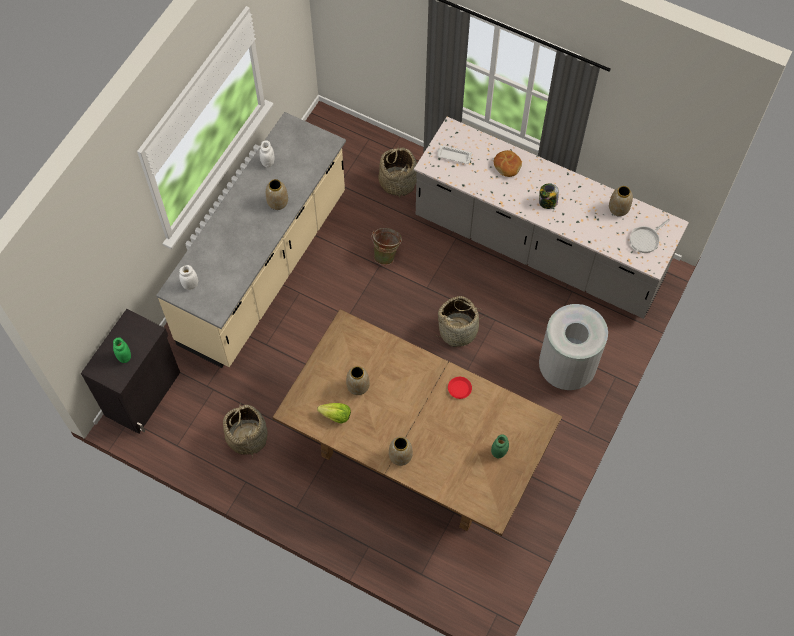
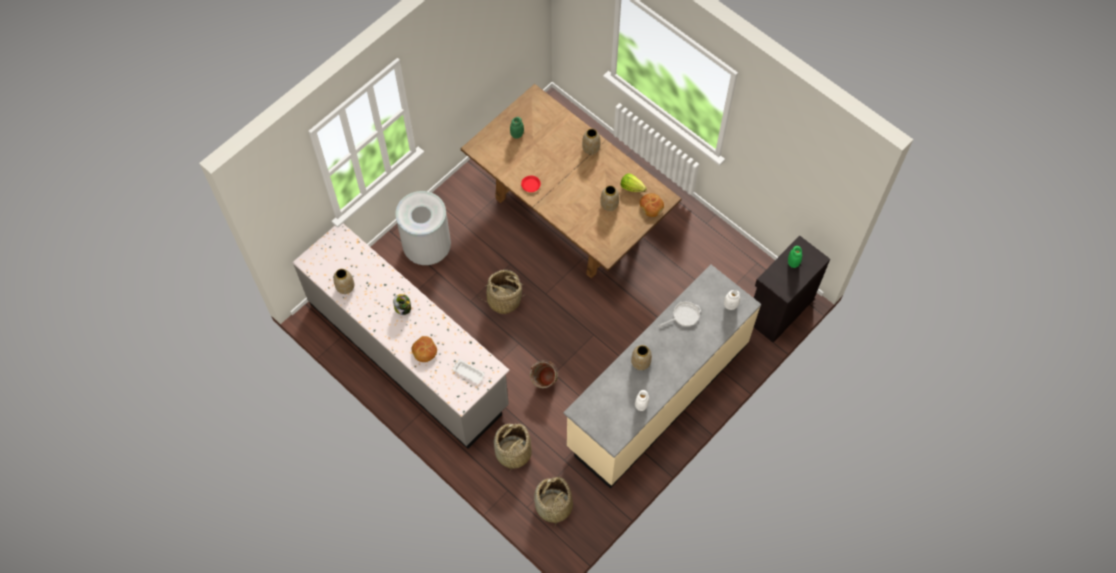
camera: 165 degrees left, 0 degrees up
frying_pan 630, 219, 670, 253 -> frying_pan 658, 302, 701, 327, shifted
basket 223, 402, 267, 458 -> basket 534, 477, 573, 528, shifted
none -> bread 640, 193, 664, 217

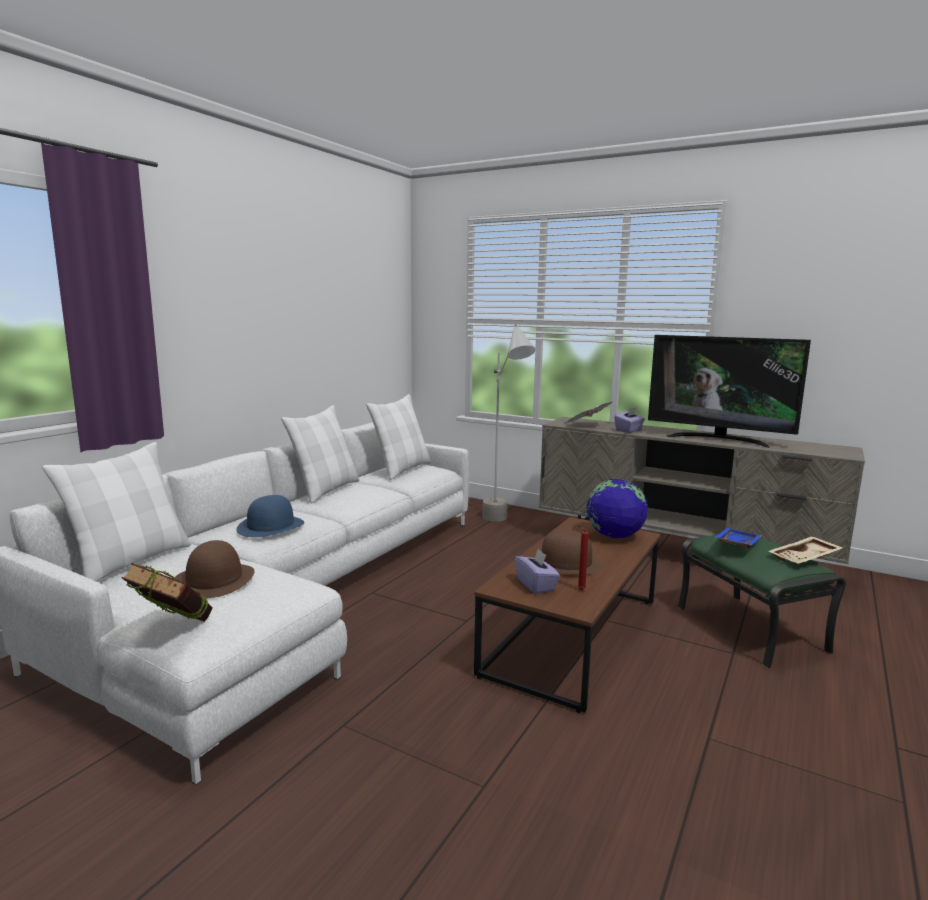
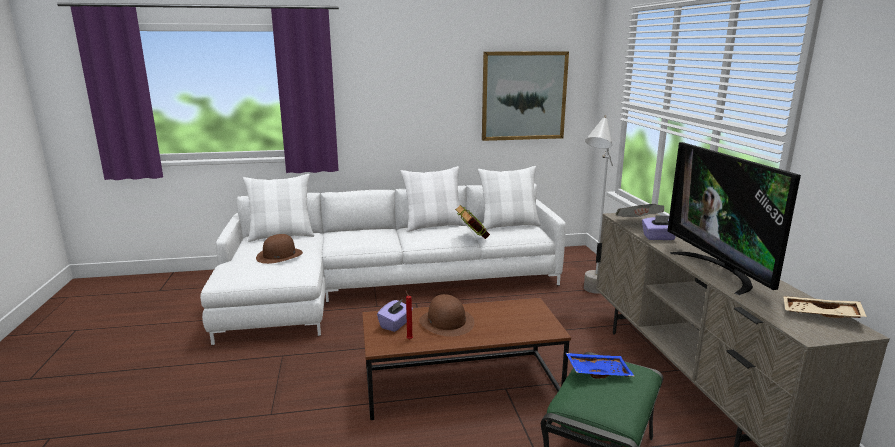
camera: 50 degrees right, 5 degrees up
world_globe 587, 479, 648, 538 -> none
blue_wearable_hat 236, 495, 304, 537 -> none
sand-coloured_carrying_tray 768, 536, 843, 564 -> sand-coloured_carrying_tray 783, 296, 867, 318, shifted
volume 122, 563, 213, 622 -> volume 455, 205, 490, 239, shifted
none -> picture 482, 51, 569, 141

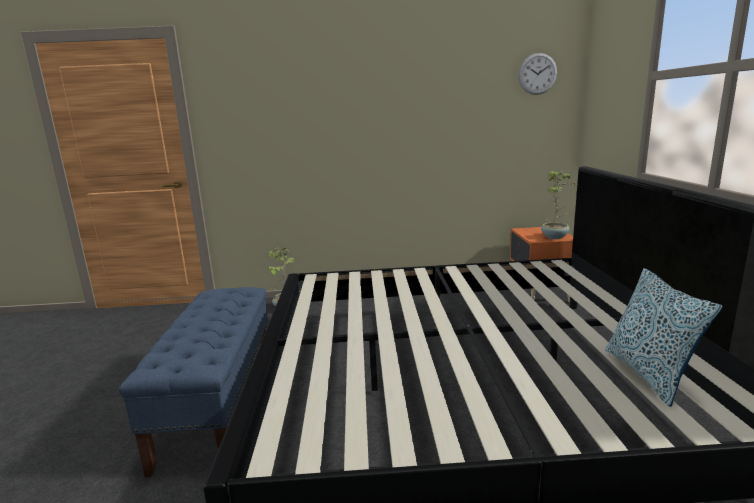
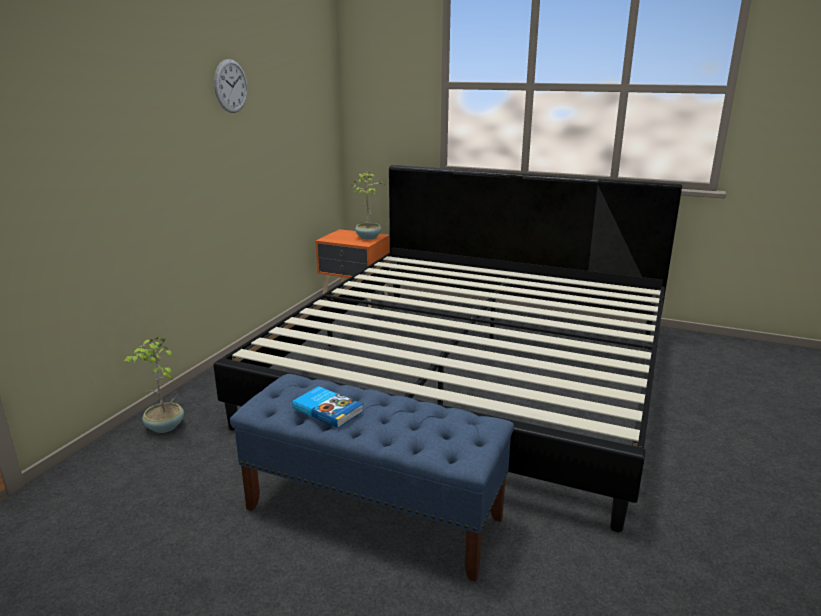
camera: 65 degrees left, 5 degrees up
wall_clock 518, 53, 557, 95 -> wall_clock 214, 59, 248, 113, shifted
throw_pillow 605, 268, 723, 407 -> none
none -> volume 292, 386, 363, 428

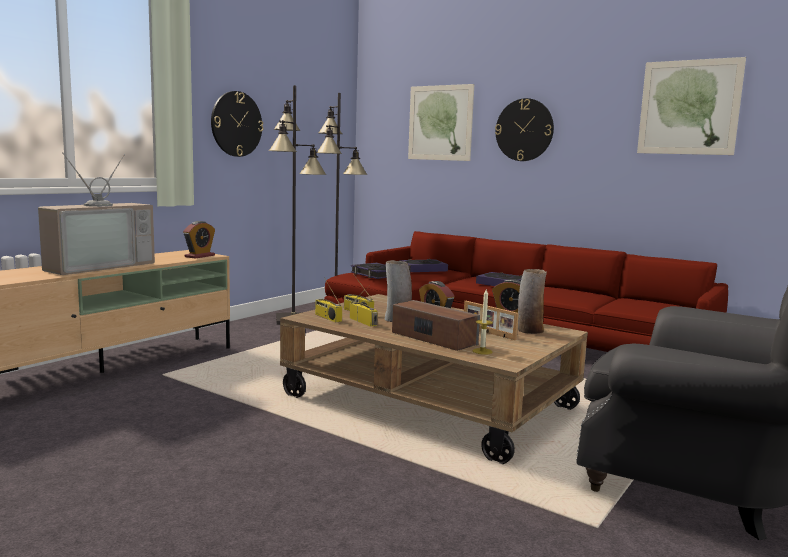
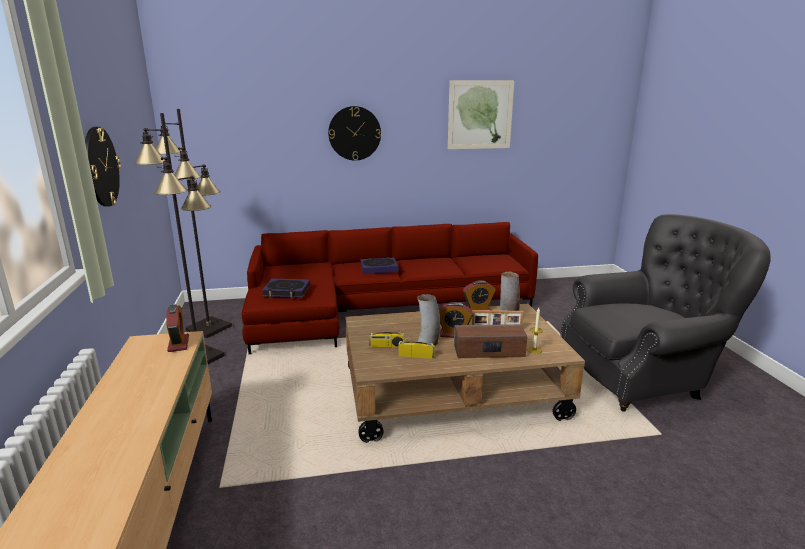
camera: 45 degrees left, 10 degrees up
picture 408, 84, 474, 161 -> none
TV 38, 152, 155, 275 -> none
volume 400, 259, 448, 272 -> none
radio_set 315, 277, 342, 323 -> none

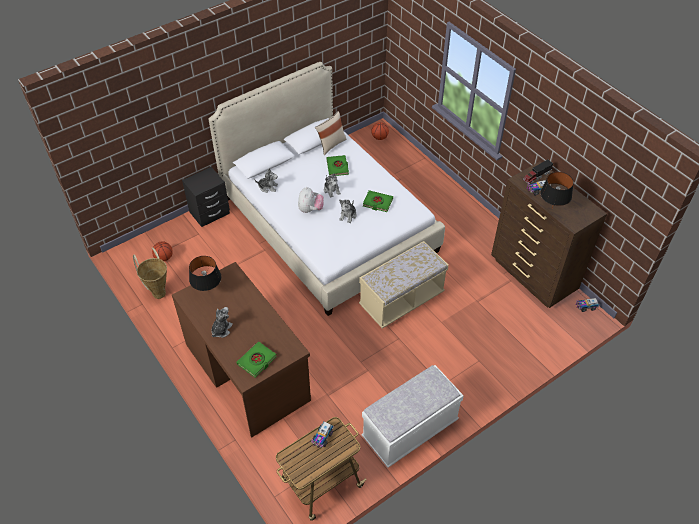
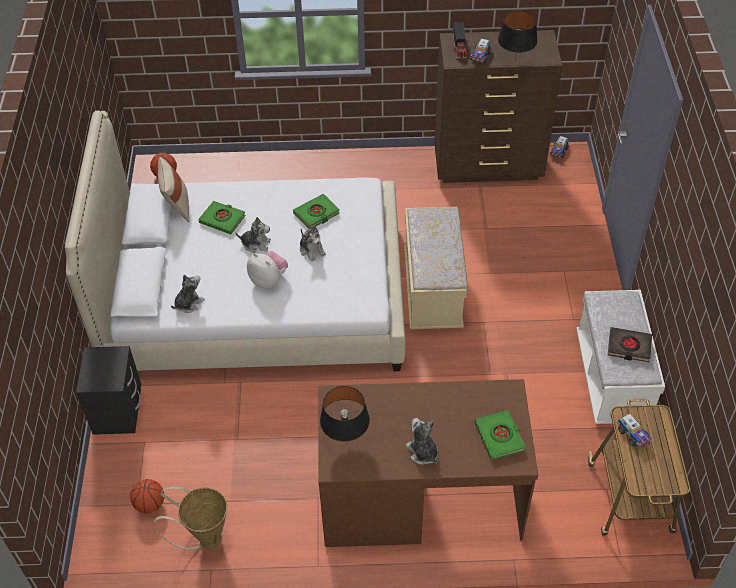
camera: 55 degrees left, 0 degrees up
none -> black-coloured_volume 608, 327, 652, 362

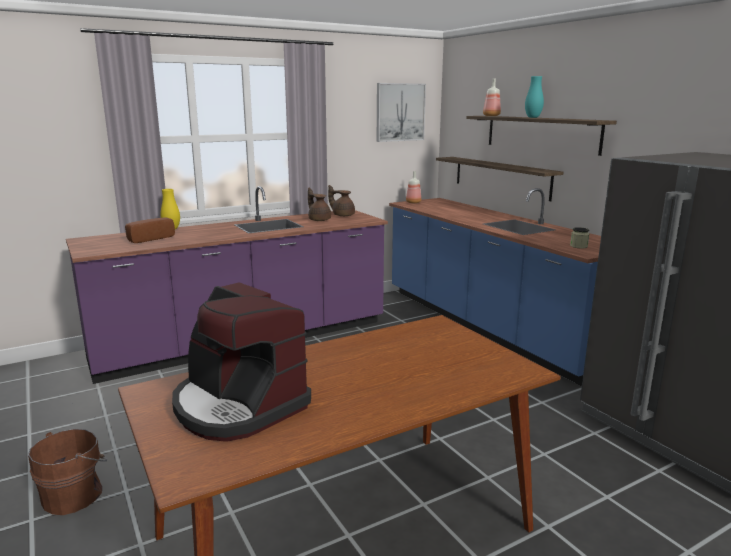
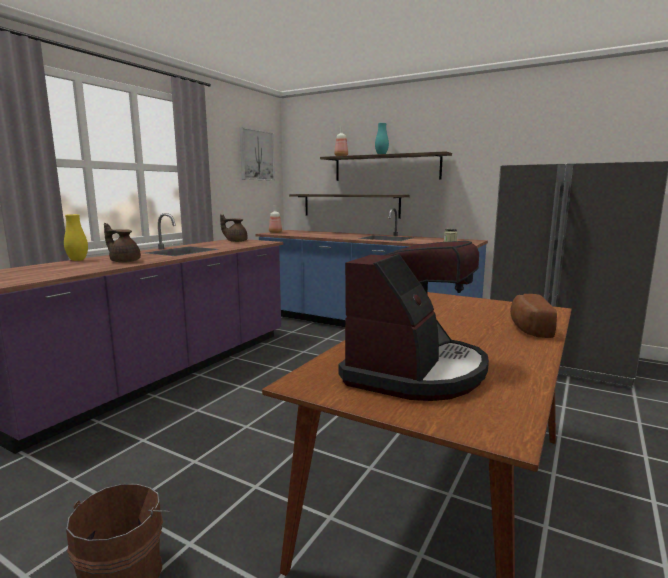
camera: 30 degrees left, 5 degrees down
brownish_teapot 308, 187, 331, 221 -> brownish_teapot 104, 223, 141, 263, shifted
bread 125, 217, 175, 243 -> bread 510, 294, 557, 338, shifted
coffee_brewer 172, 282, 311, 442 -> coffee_brewer 338, 241, 489, 401, 75 degrees counterclockwise

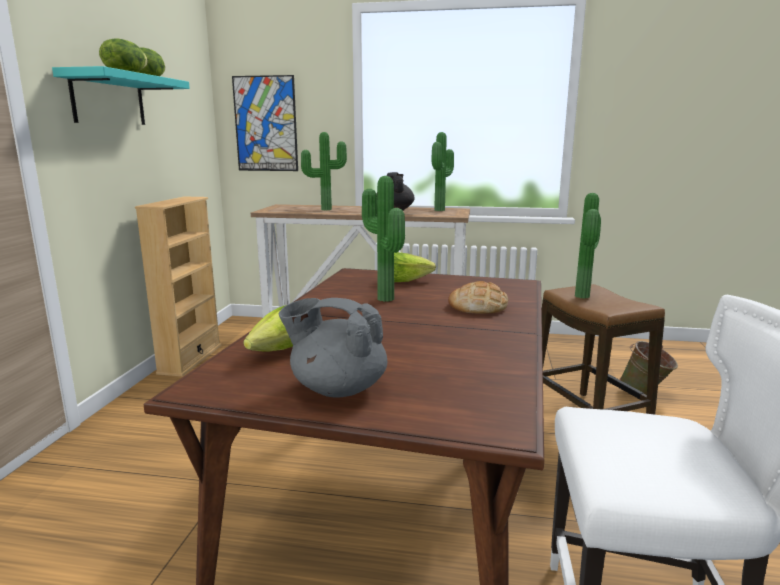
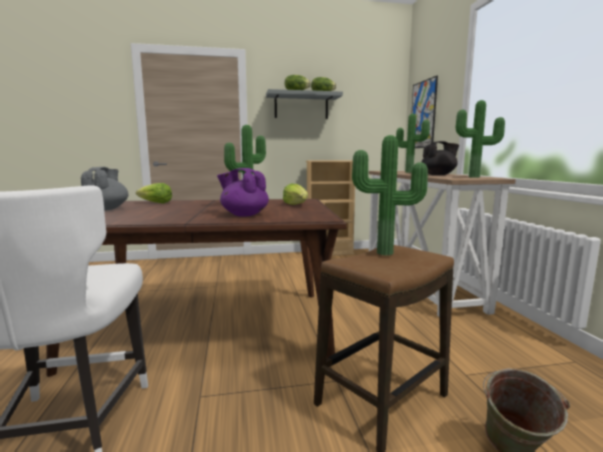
camera: 70 degrees right, 5 degrees down
blue-green_bracket_shelf 52, 66, 190, 125 -> gray_bracket_shelf 266, 89, 343, 119
bread 448, 281, 508, 314 -> purple-coloured_teapot 217, 168, 269, 217

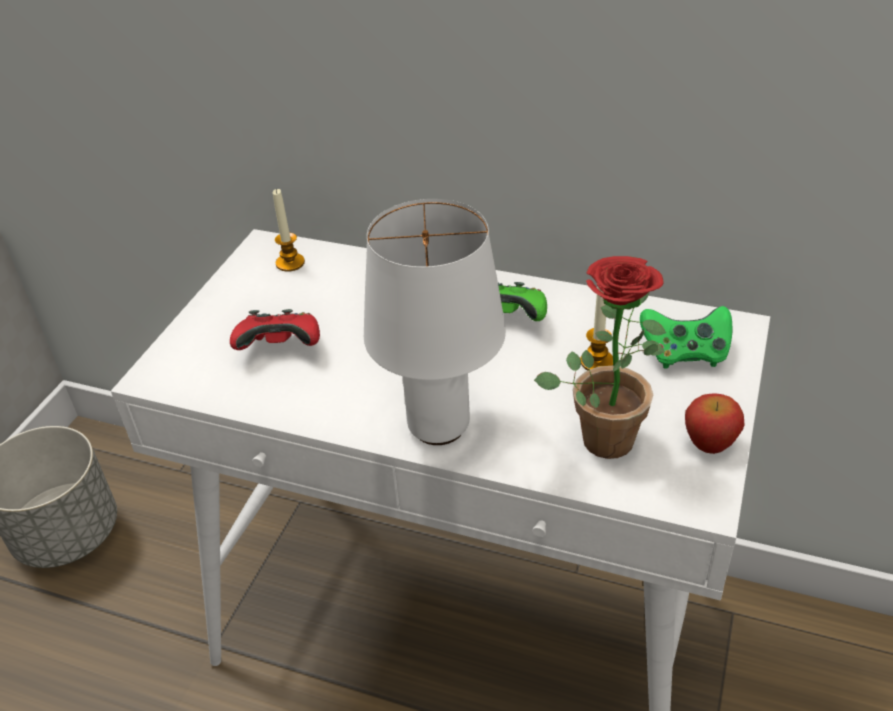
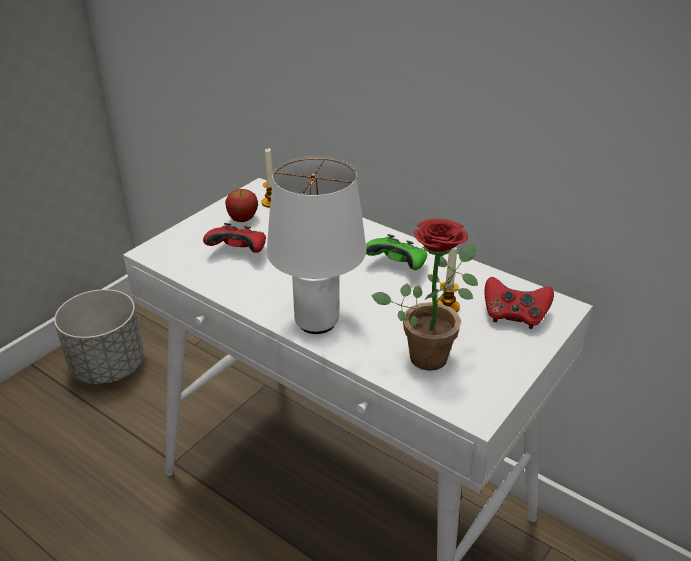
camera: 15 degrees right, 5 degrees down
green_gamepad 640, 306, 732, 369 -> red-coloured_gamepad 485, 277, 554, 329
apple_fruit 685, 393, 745, 454 -> apple_fruit 225, 189, 258, 222, shifted

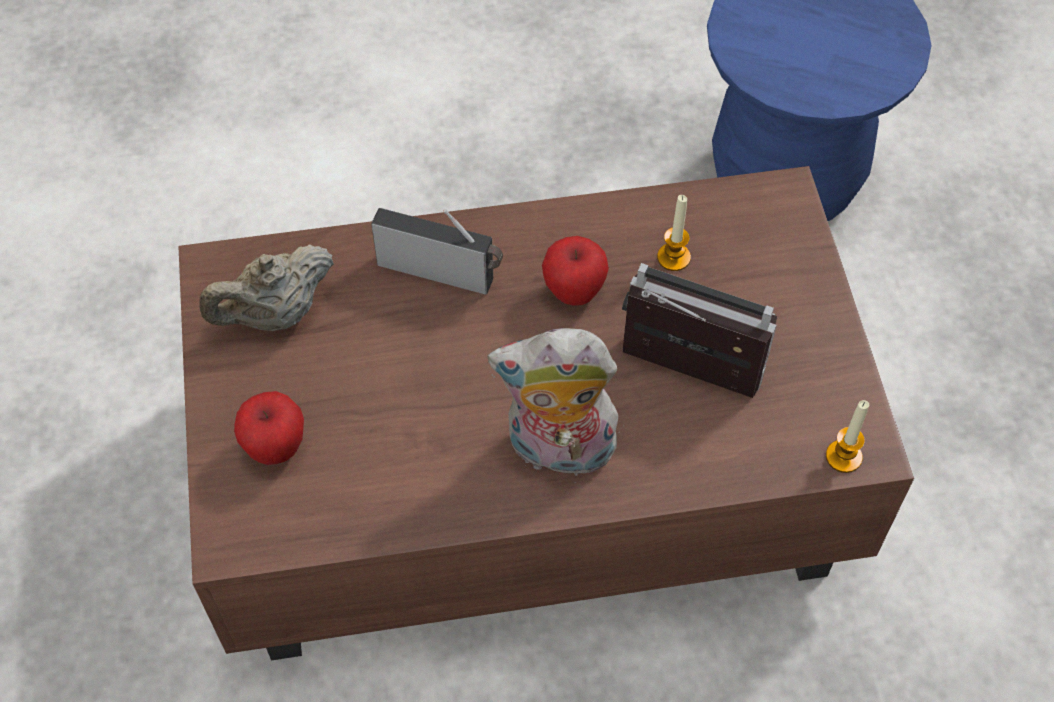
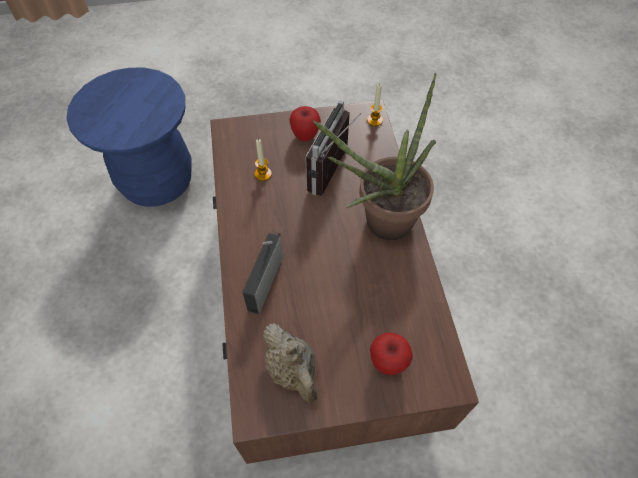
camera: 90 degrees left, 0 degrees up
apple_fruit 542, 236, 609, 306 -> apple_fruit 289, 106, 321, 141, shifted
cuddly_toy 488, 328, 622, 483 -> potted_plant 313, 72, 436, 240

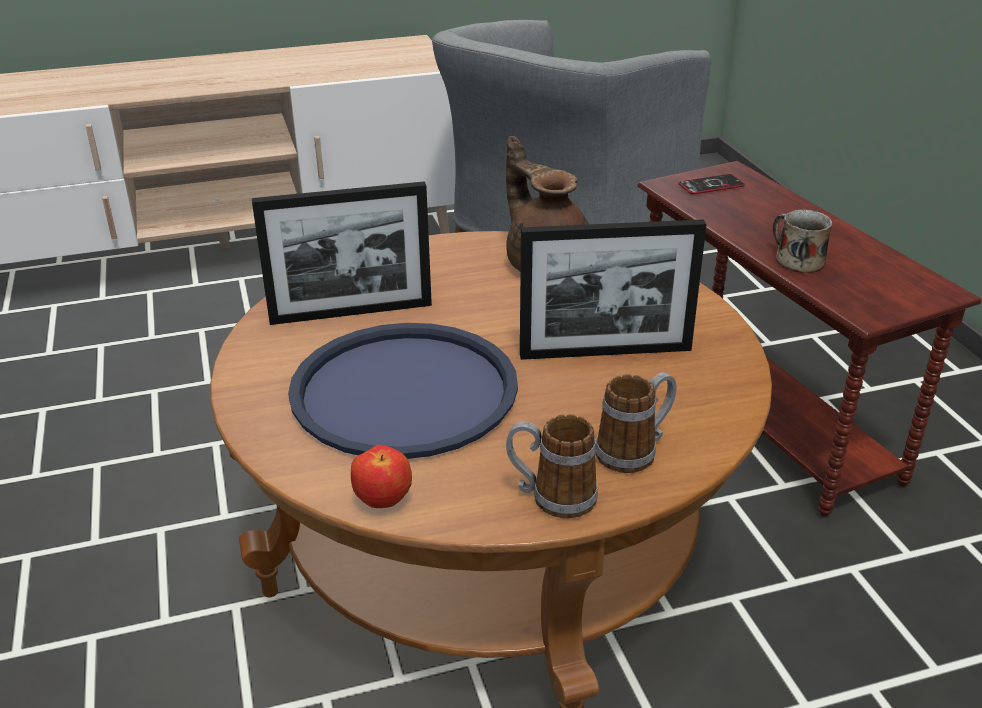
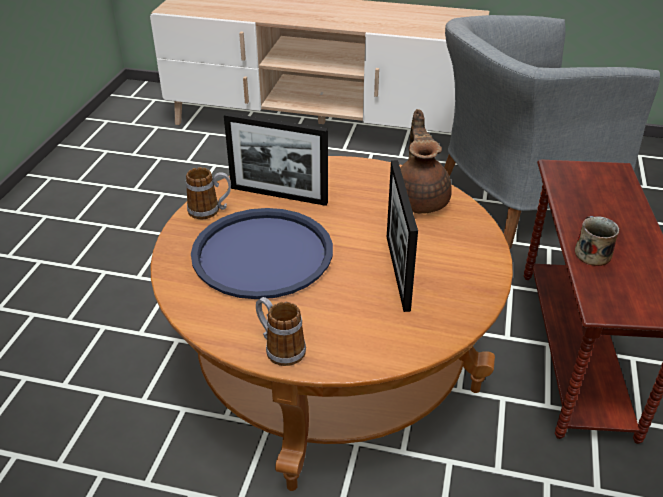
camera: 30 degrees right, 5 degrees up
handset 678, 174, 745, 194 -> none
picture_frame 520, 219, 707, 360 -> picture_frame 387, 160, 418, 312, 60 degrees clockwise
coffee_mug 595, 372, 676, 473 -> coffee_mug 186, 167, 231, 219, shifted
apple_fruit 351, 445, 412, 508 -> none

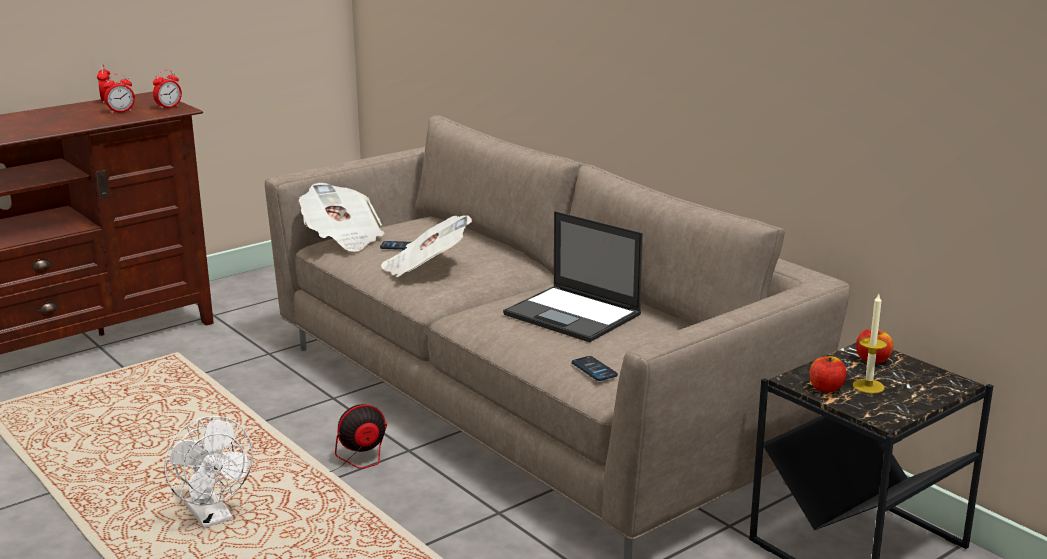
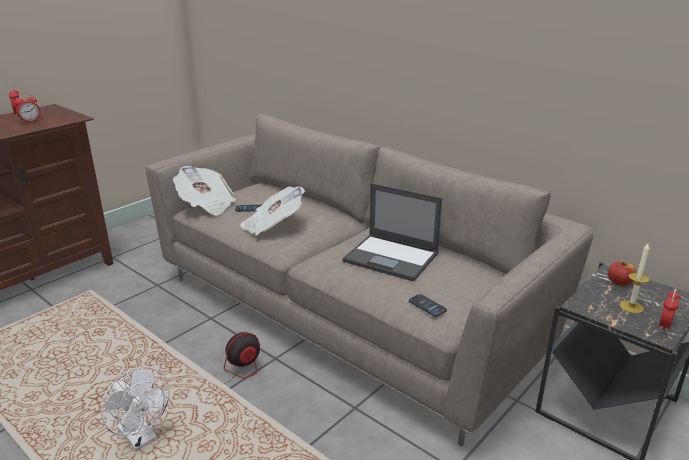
camera: 10 degrees left, 5 degrees up
alarm_clock 153, 70, 182, 110 -> alarm_clock 659, 289, 681, 332, shifted
apple_fruit 809, 356, 846, 392 -> none

